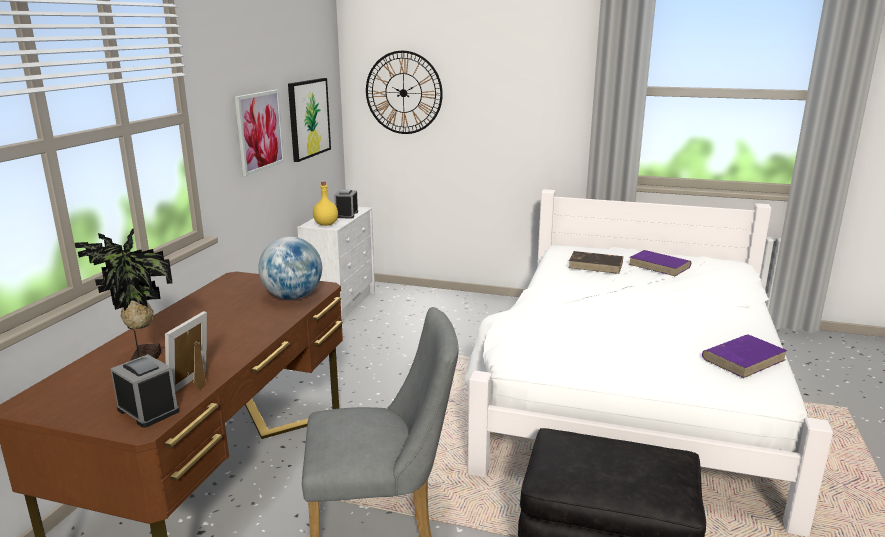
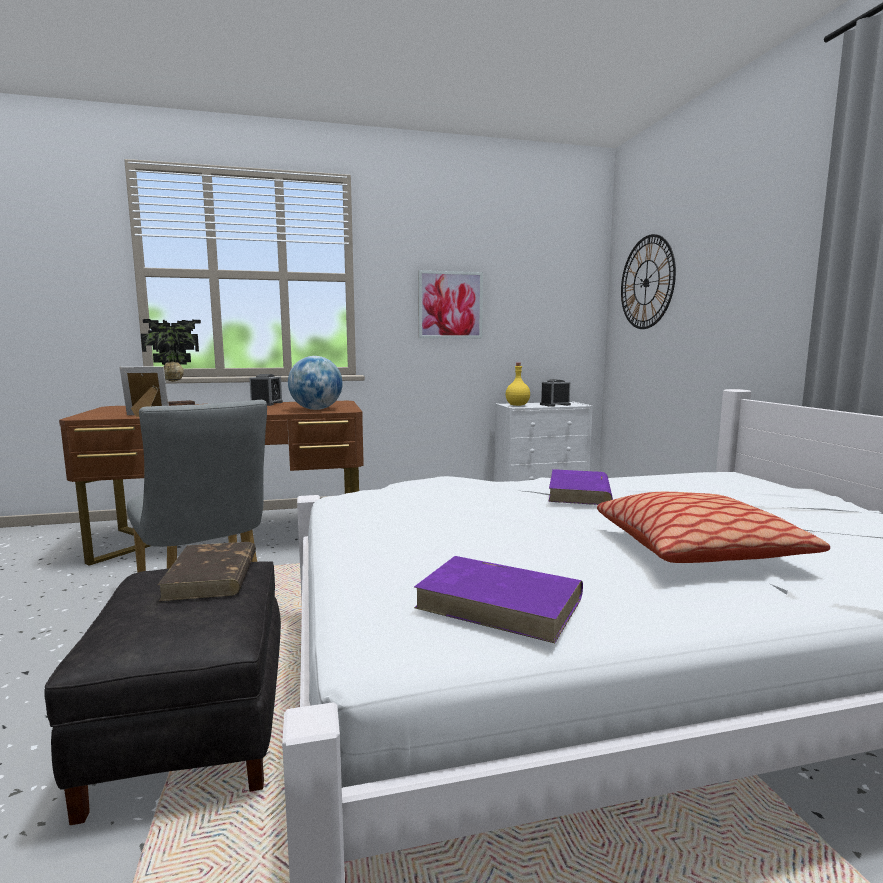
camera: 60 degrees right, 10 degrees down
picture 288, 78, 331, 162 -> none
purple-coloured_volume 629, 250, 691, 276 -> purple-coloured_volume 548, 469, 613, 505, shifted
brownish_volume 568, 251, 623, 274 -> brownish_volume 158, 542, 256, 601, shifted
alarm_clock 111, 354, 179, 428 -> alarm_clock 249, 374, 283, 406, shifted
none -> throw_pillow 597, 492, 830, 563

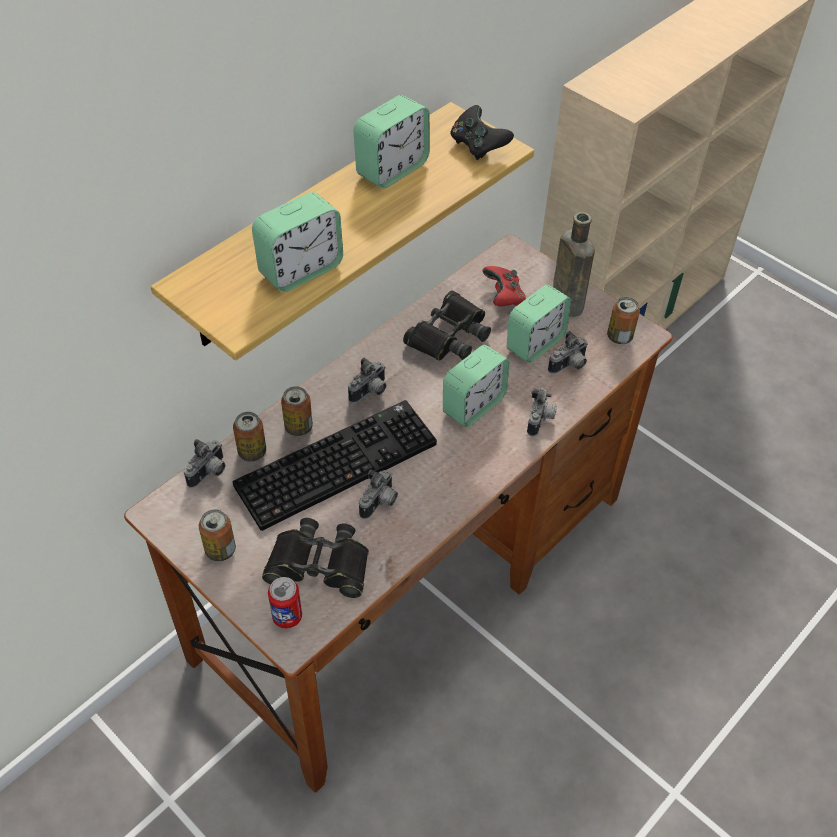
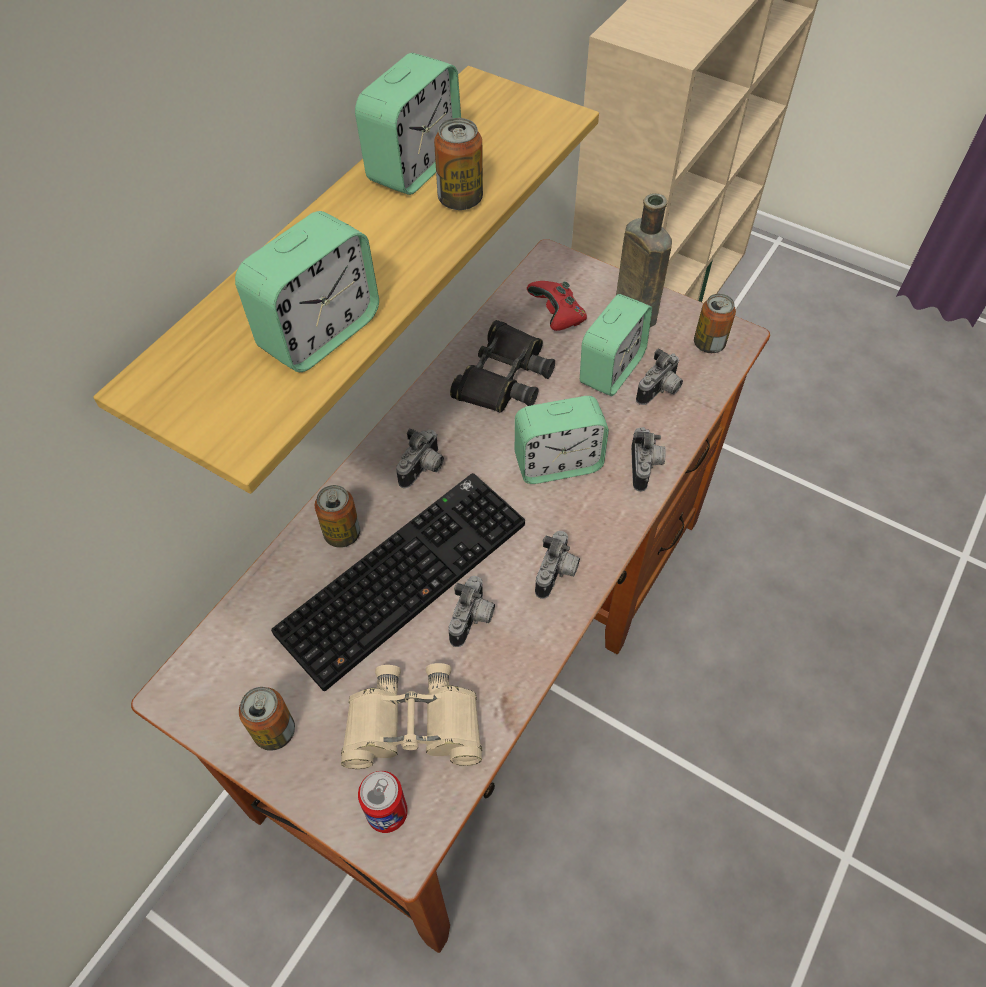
camera: 10 degrees left, 5 degrees up
black-coloured_gamepad 450, 105, 514, 160 -> none
alarm_clock 443, 345, 509, 427 -> alarm_clock 515, 396, 609, 484, 45 degrees clockwise
sealed_can 233, 412, 266, 462 -> sealed_can 434, 118, 483, 210, shifted
still_camera 184, 439, 225, 488 -> still_camera 535, 531, 580, 599, shifted
black-coloured_pair_of_binoculars 262, 518, 369, 598 -> sand-coloured_pair_of_binoculars 341, 663, 482, 769

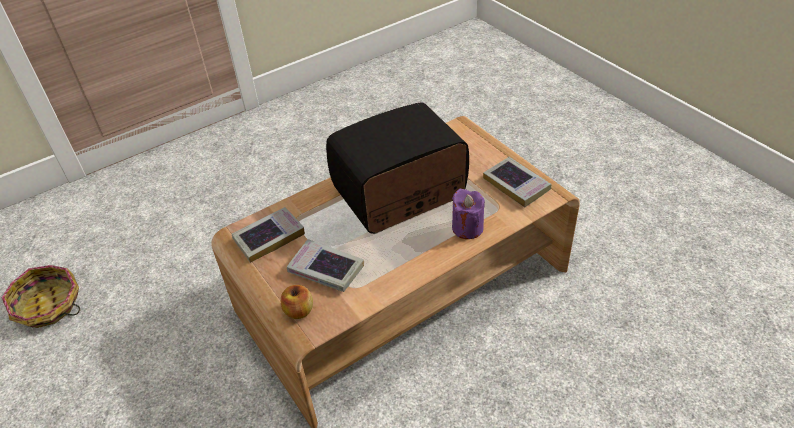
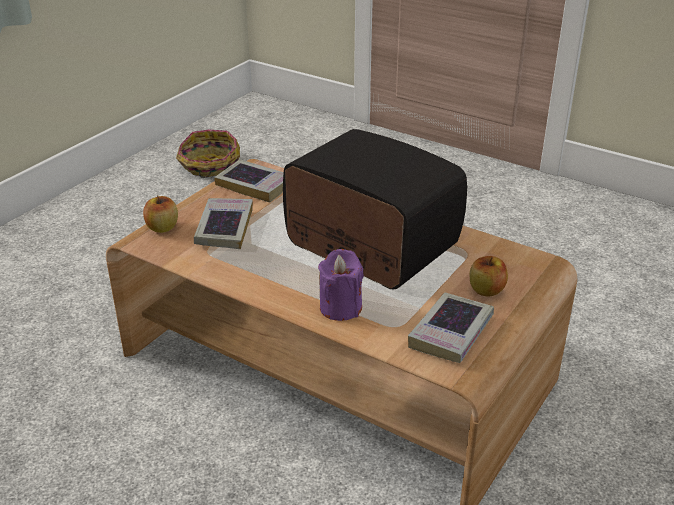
camera: 65 degrees right, 10 degrees down
none -> apple_fruit 470, 256, 508, 296

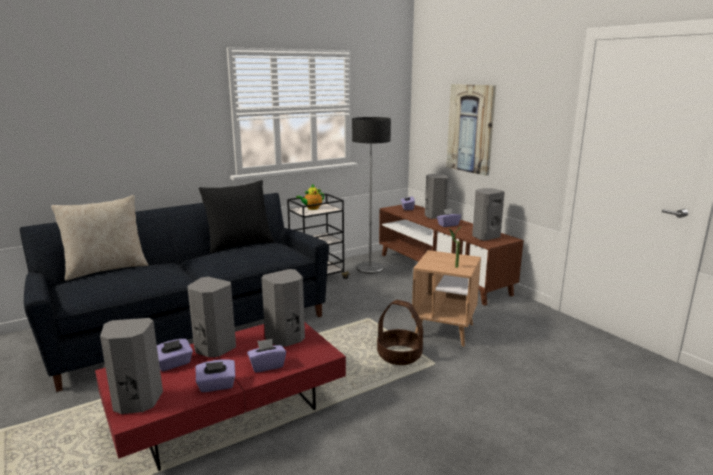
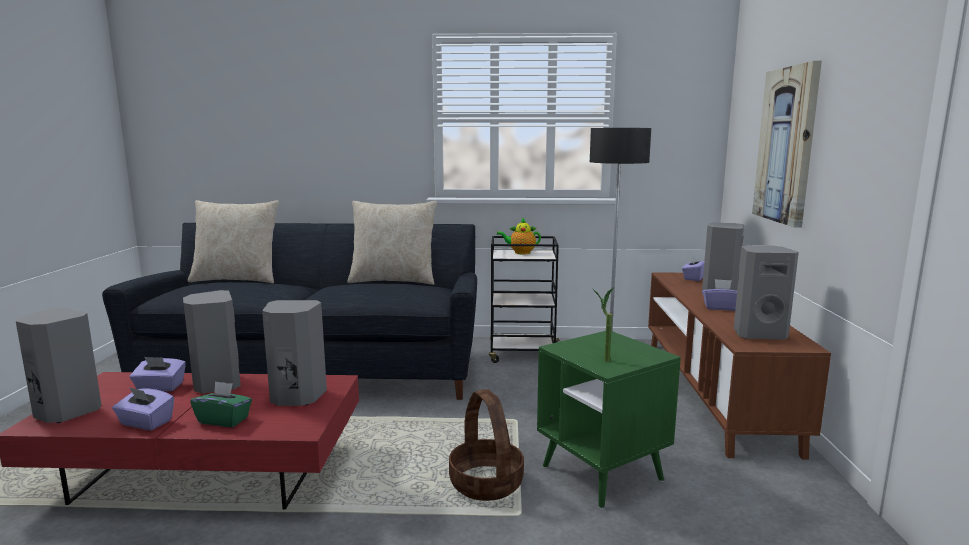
camera: 35 degrees right, 5 degrees down
black-coloured_throw_pillow 199, 180, 274, 253 -> sand-coloured_throw_pillow 347, 201, 437, 285
brownish_end_table 412, 250, 481, 347 -> green_end_table 537, 331, 681, 509
purple-coloured_box_of_tissues 247, 339, 286, 373 -> green_box_of_tissues 190, 381, 252, 427

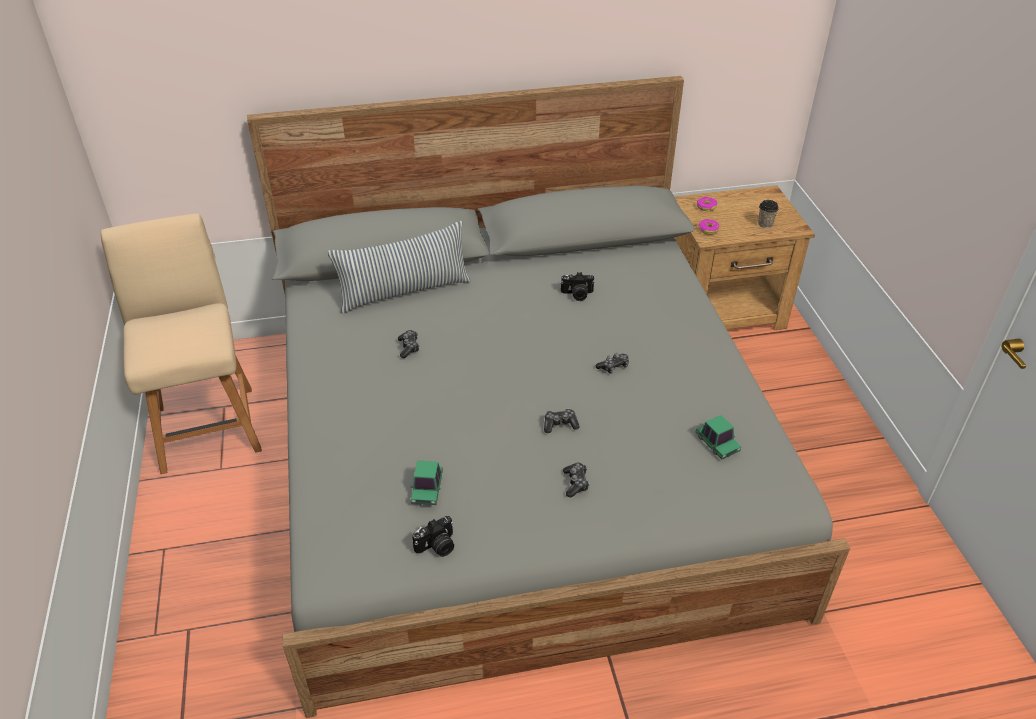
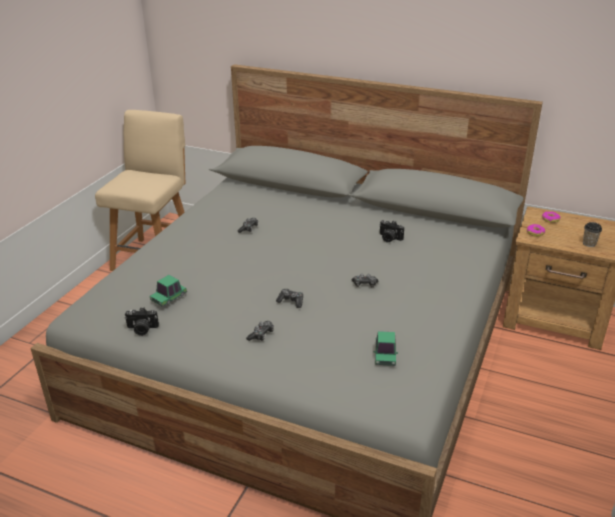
camera: 35 degrees right, 10 degrees down
throw_pillow 328, 221, 470, 314 -> none

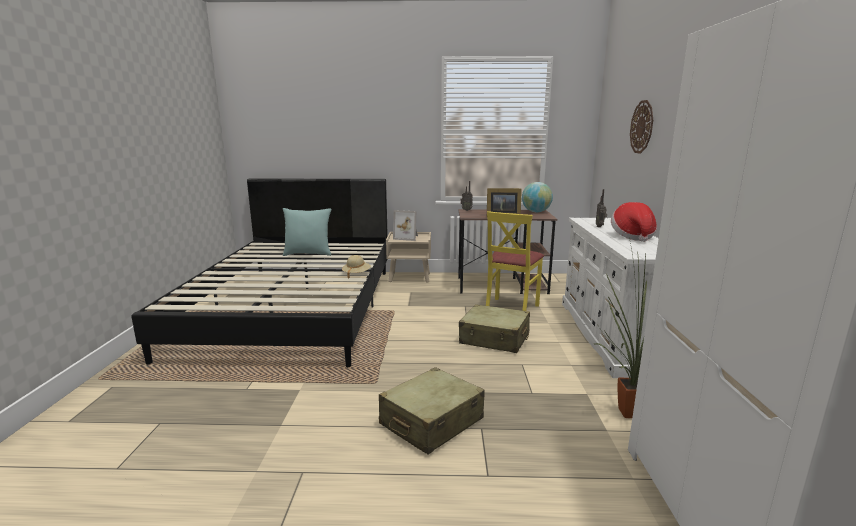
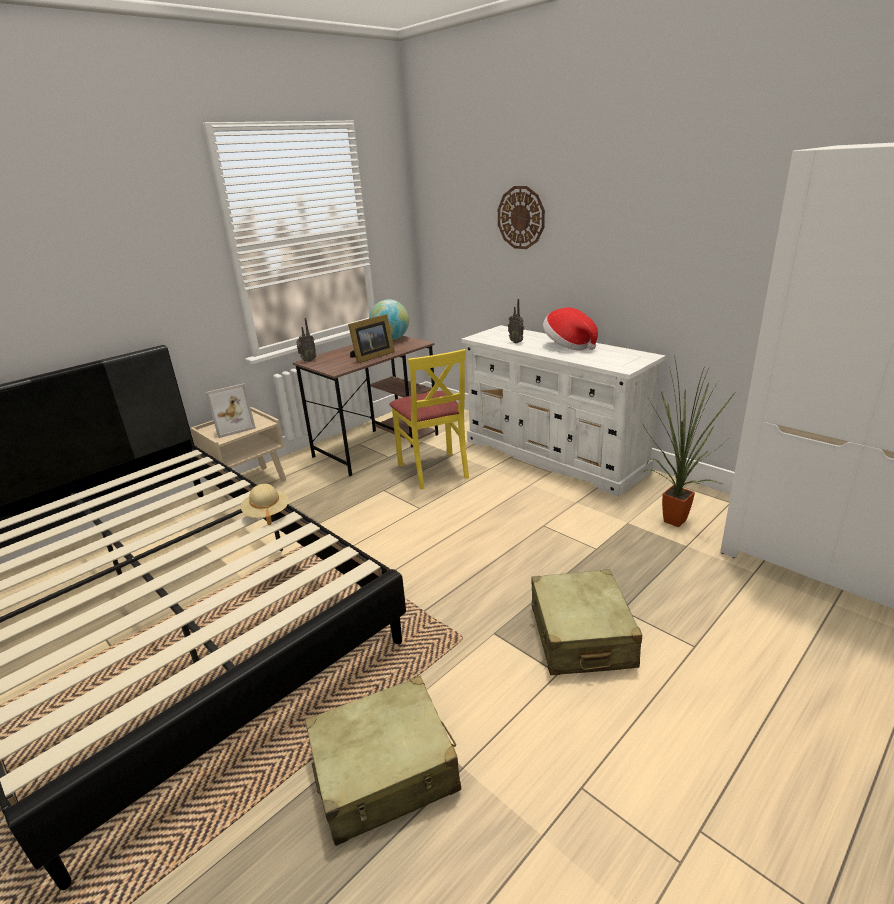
camera: 45 degrees left, 10 degrees up
blue-green_throw_pillow 283, 208, 331, 256 -> none
sand-coloured_suitcase 459, 304, 530, 353 -> sand-coloured_suitcase 305, 676, 461, 846, shifted

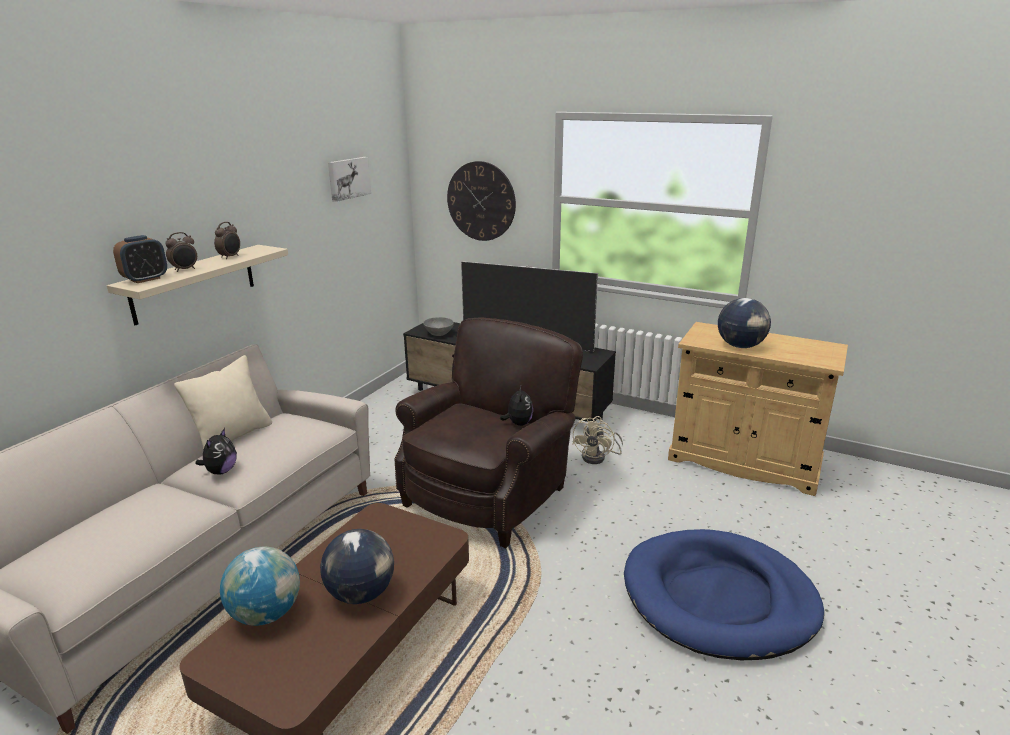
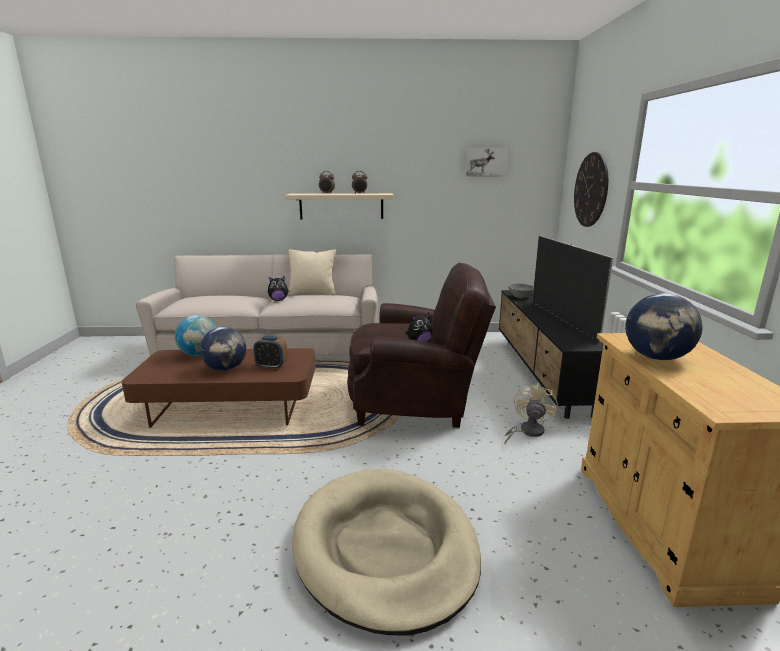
camera: 60 degrees right, 5 degrees down
alarm_clock 113, 235, 167, 283 -> alarm_clock 253, 336, 288, 369, shifted
sand-coloured_fan 573, 416, 623, 464 -> sand-coloured_fan 504, 383, 558, 445, 120 degrees clockwise
blue_dog_cushion 624, 529, 824, 660 -> sand-coloured_dog_cushion 292, 469, 481, 635

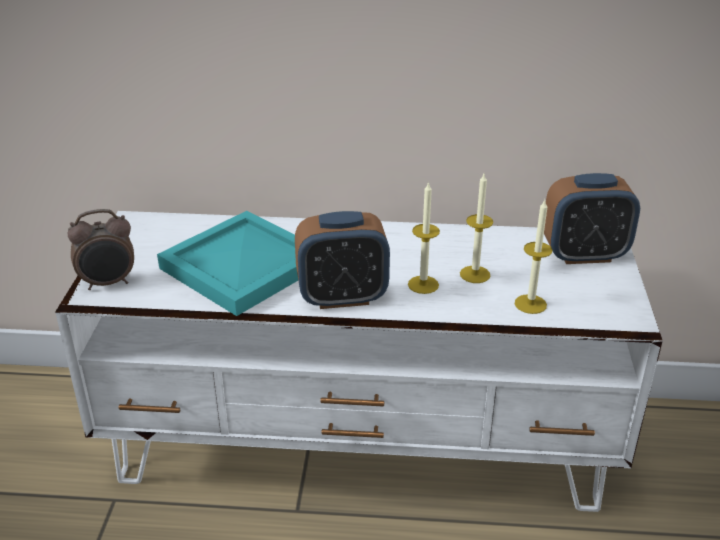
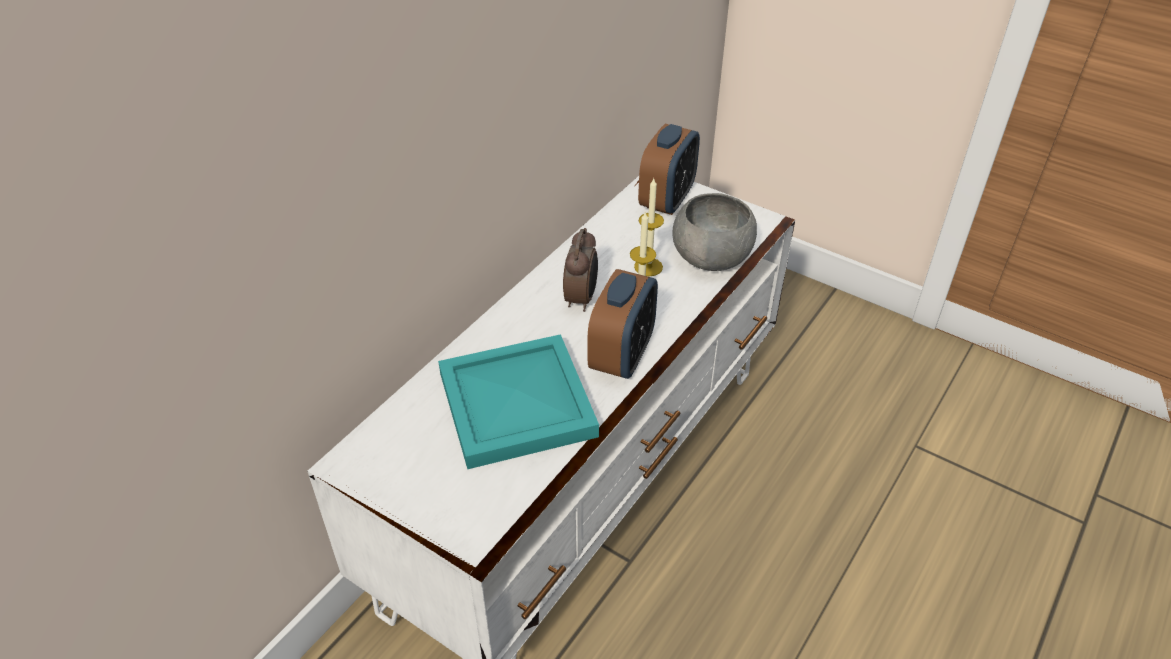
camera: 60 degrees left, 10 degrees up
wax_light 515, 200, 552, 314 -> gray_serving_bowl 672, 193, 757, 271
alarm_clock 68, 209, 134, 290 -> alarm_clock 563, 228, 598, 312, shifted

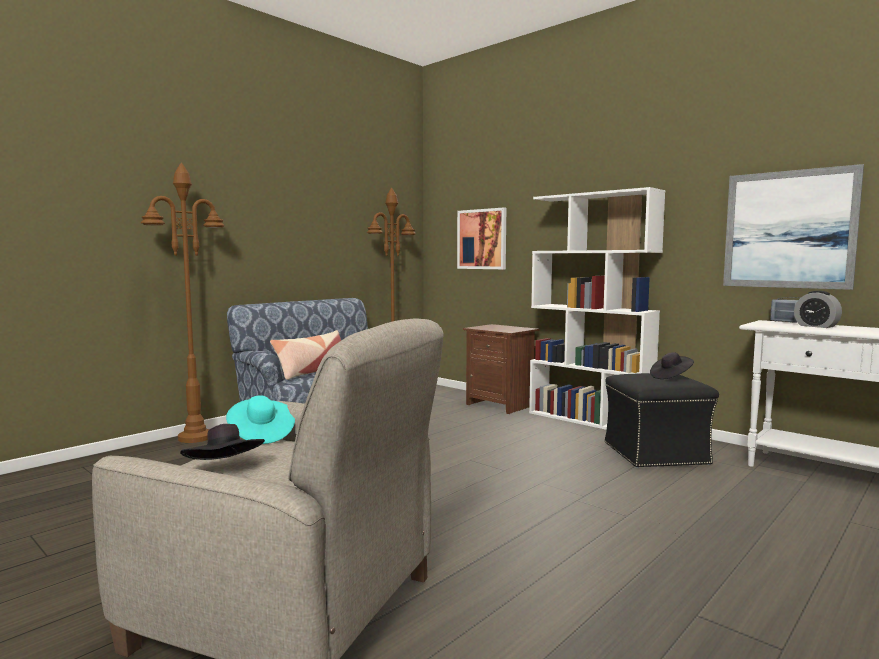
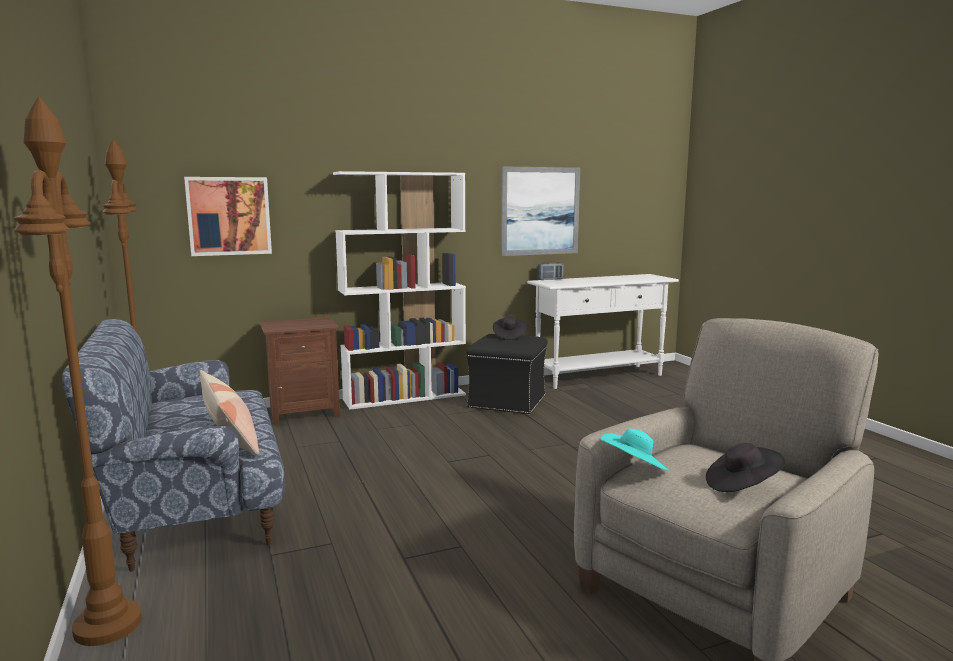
camera: 65 degrees left, 5 degrees up
alarm_clock 794, 291, 842, 328 -> none

